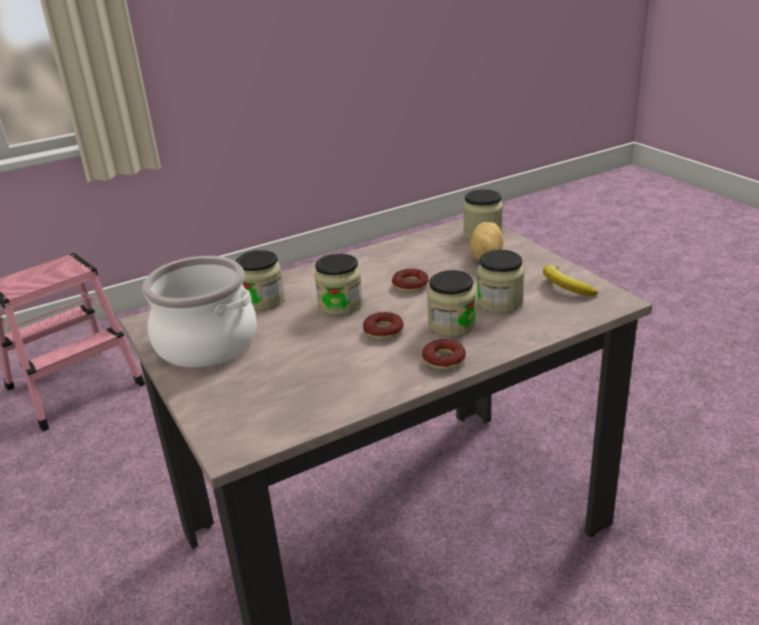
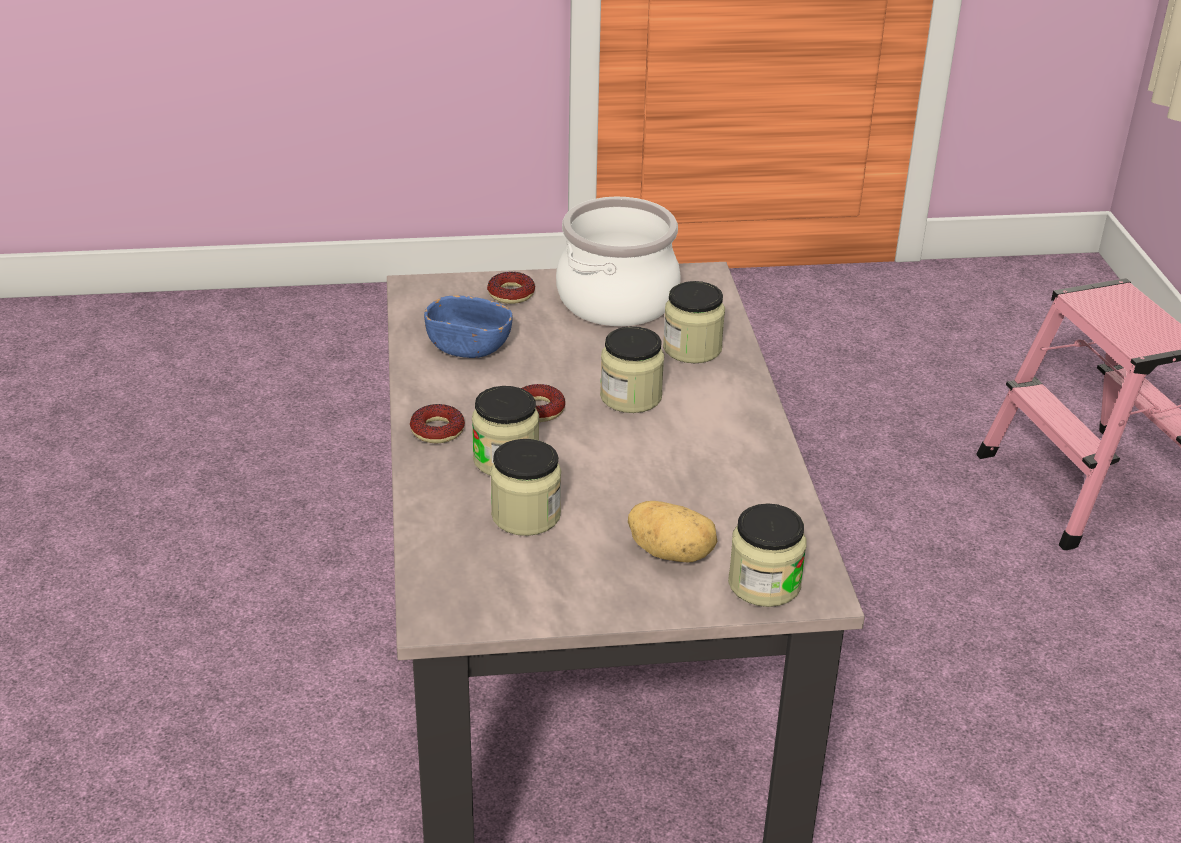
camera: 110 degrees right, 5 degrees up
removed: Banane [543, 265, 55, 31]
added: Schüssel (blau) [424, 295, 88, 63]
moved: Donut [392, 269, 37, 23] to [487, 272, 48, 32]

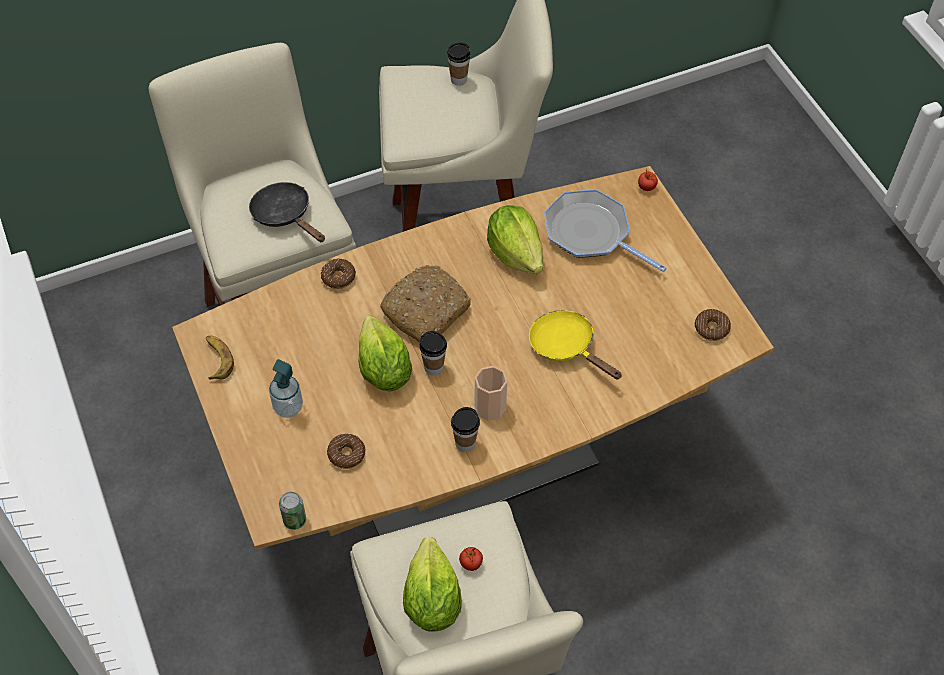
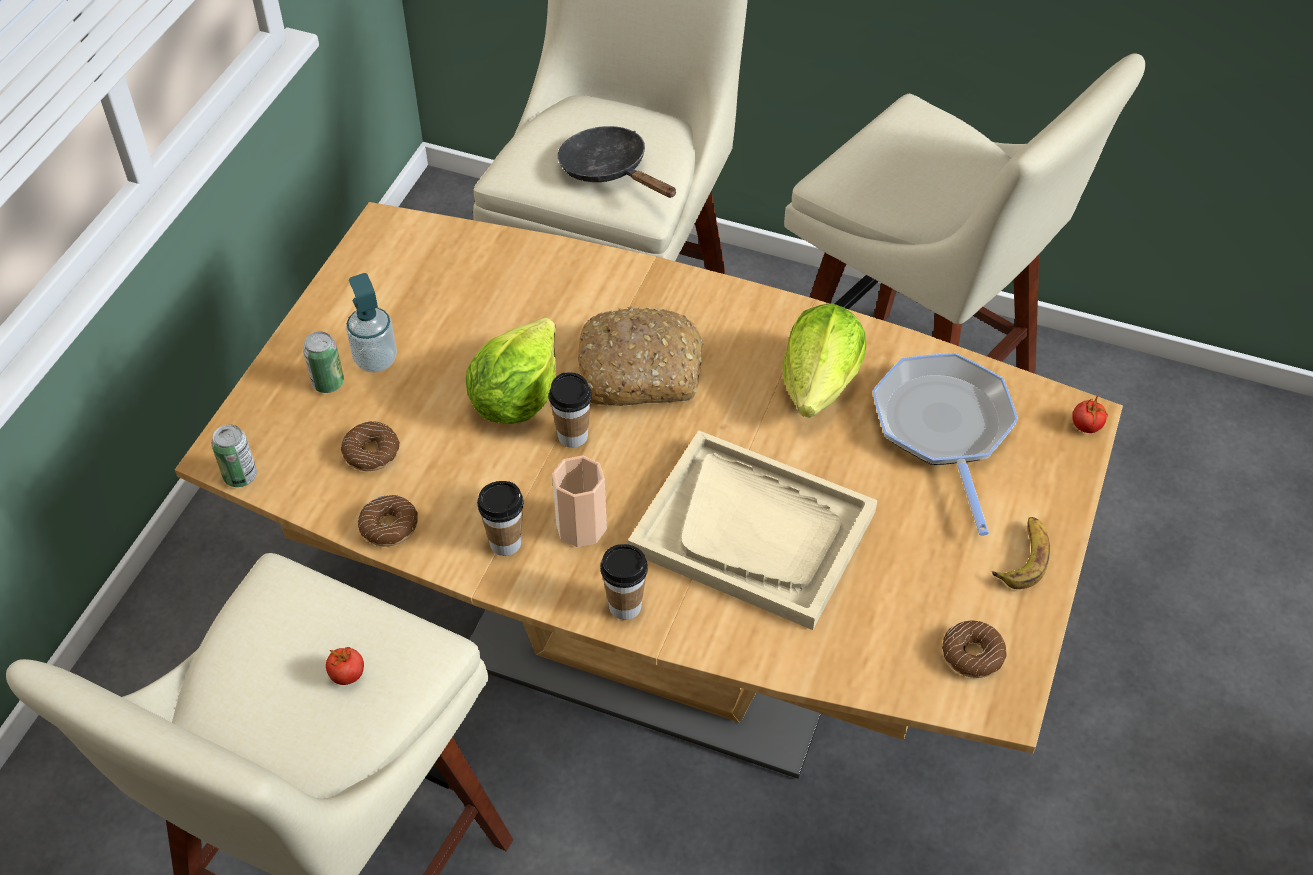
camera: 45 degrees right, 5 degrees down
removed: Salatkopf [403, 537, 59, 95]
added: Dose [303, 332, 41, 61]
moved: Banane [205, 336, 29, 44] to [992, 517, 58, 72]; Donut [321, 259, 35, 30] to [358, 495, 60, 52]; Tasse [447, 42, 24, 44] to [601, 544, 47, 76]
replaced: Pfanne (gelb) [529, 310, 93, 70] to Tablett (beige) [628, 430, 249, 200]
turned: Pfanne (schwarz) [249, 182, 76, 60] = [558, 126, 118, 72] 45 degrees counterclockwise

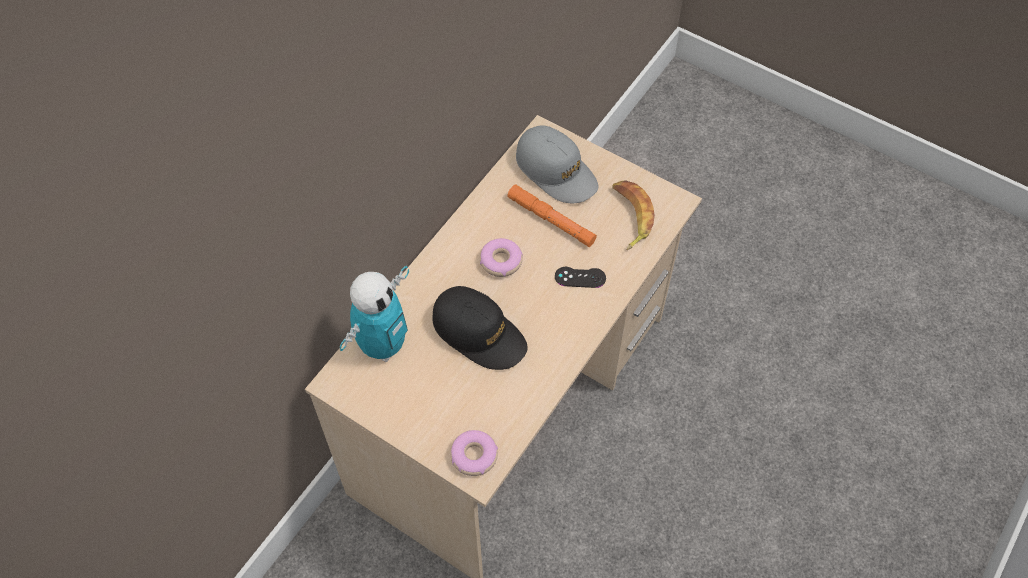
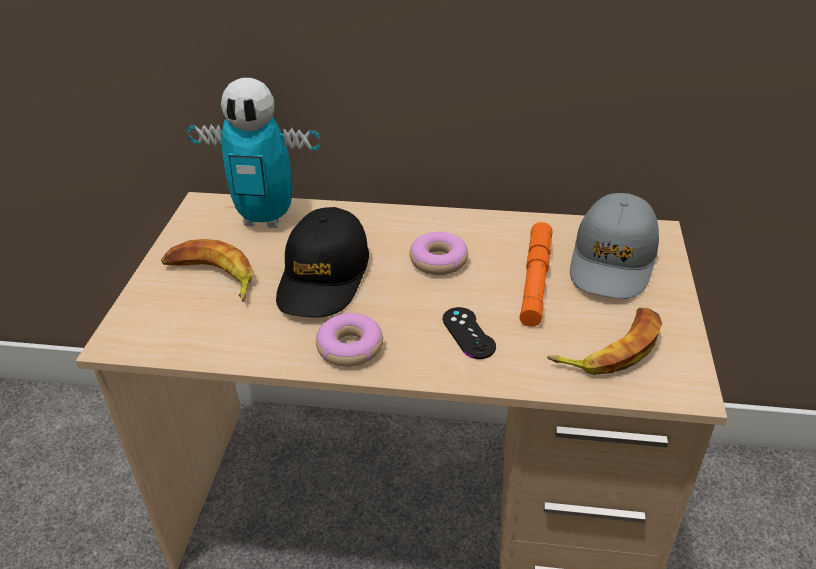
camera: 65 degrees right, 20 degrees down
added: Banane [161, 239, 92, 63]
moved: Donut [450, 430, 48, 46] to [316, 313, 67, 54]

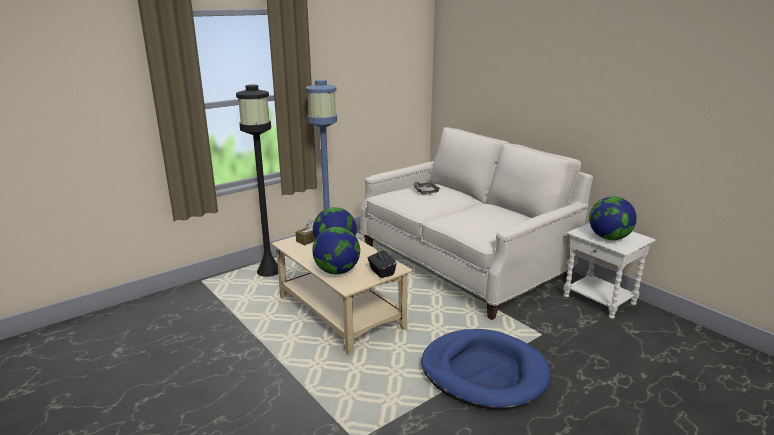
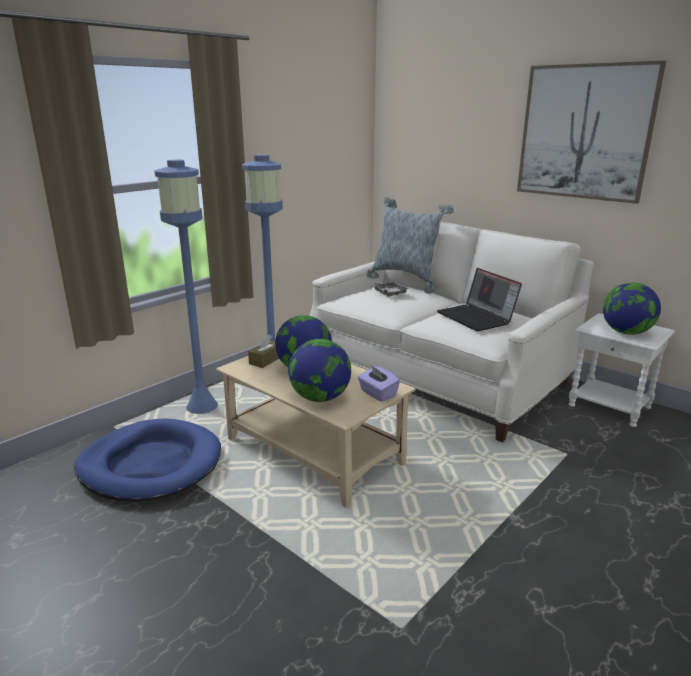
camera: 10 degrees left, 0 degrees up
added: Kissen [367, 197, 87, 97]; Laptop [437, 268, 85, 63]; Bild [517, 60, 149, 144]
moved: Hundebett (blau) [421, 329, 129, 80] to [74, 418, 147, 84]
recoloured: Stehlampe (schwarz) [236, 85, 42, 192] to Stehlampe (blau) [154, 160, 64, 254]; Taschentuchbox (schwarz) [368, 250, 29, 28] to Taschentuchbox (lila) [358, 364, 42, 38]

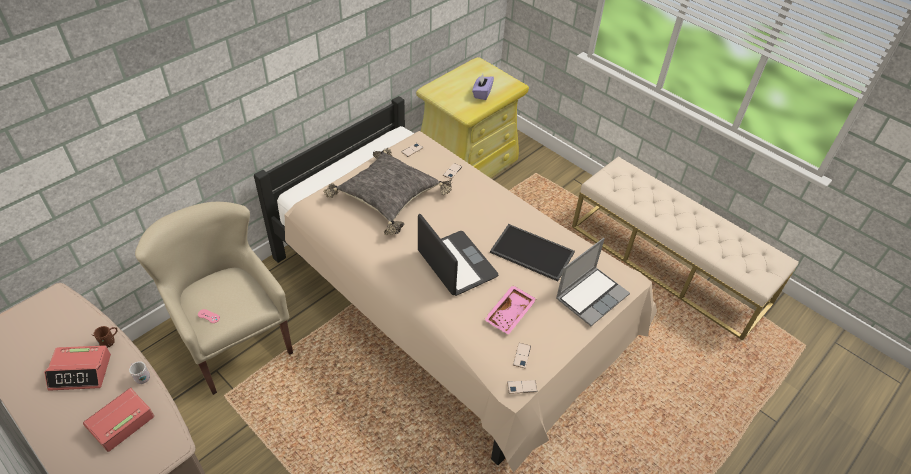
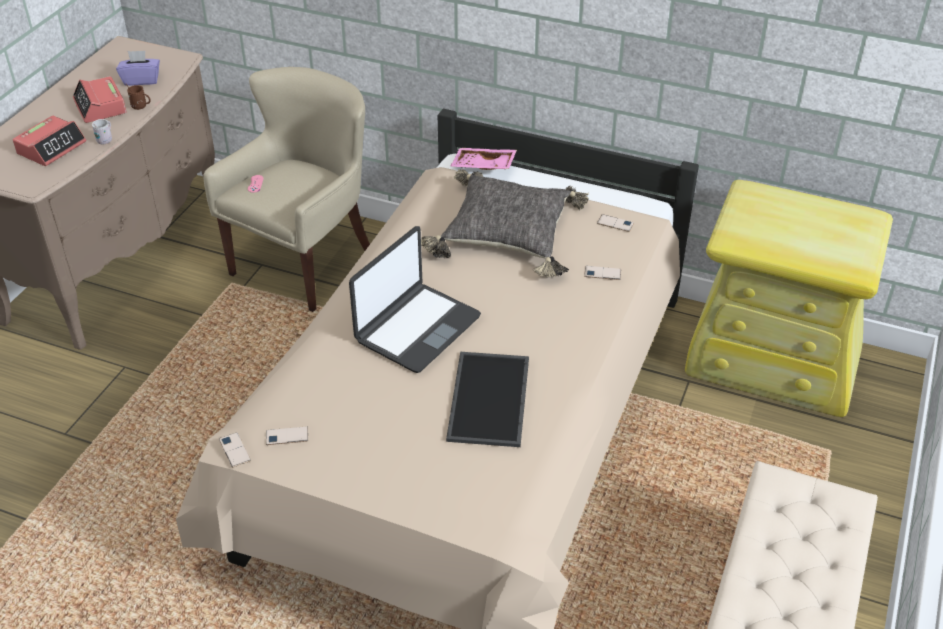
camera: 70 degrees right, 5 degrees down
removed: Laptop [556, 238, 74, 88]
moved: Taschentuchbox (lila) [472, 74, 22, 26] to [116, 51, 44, 35]; Tablett (rosa) [484, 285, 53, 50] to [450, 148, 67, 22]
turned: Wecker [83, 388, 71, 64] = [13, 116, 73, 50] 105 degrees clockwise

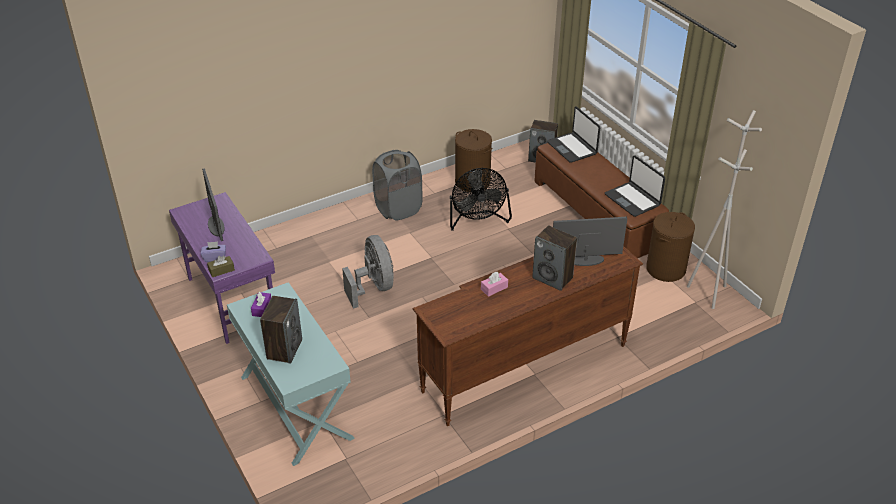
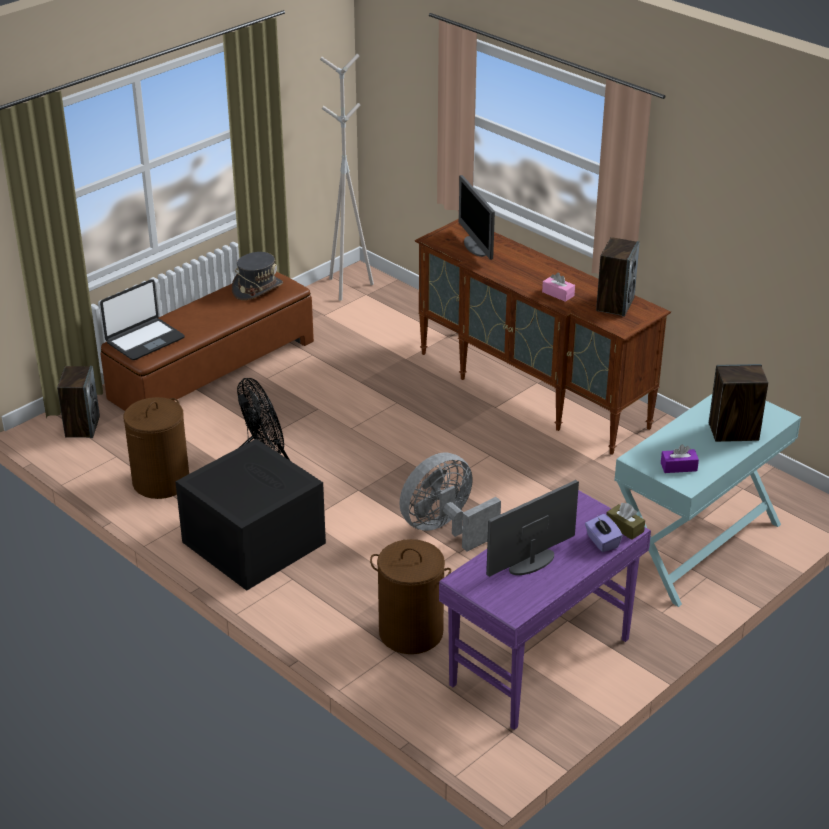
camera: 105 degrees left, 5 degrees down
moved: Lautsprecher [532, 225, 45, 66] to [596, 237, 44, 80]; Wäschekorb (braun) [646, 212, 49, 70] to [370, 539, 81, 115]
replaced: Wäschekorb (grau) [372, 150, 51, 70] to Aufbewahrungsbox (schwarz) [175, 439, 151, 152]; Laptop [605, 155, 60, 62] to Hut (grau) [232, 252, 51, 48]

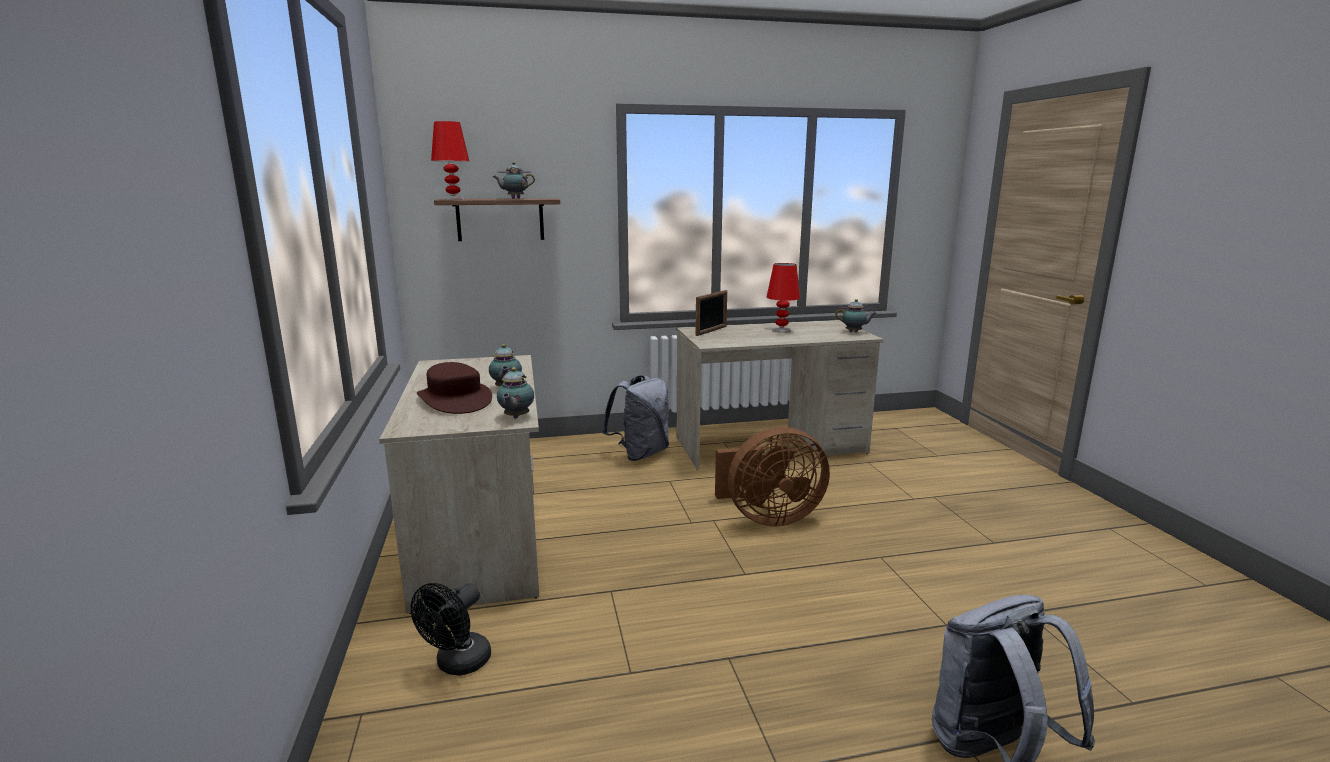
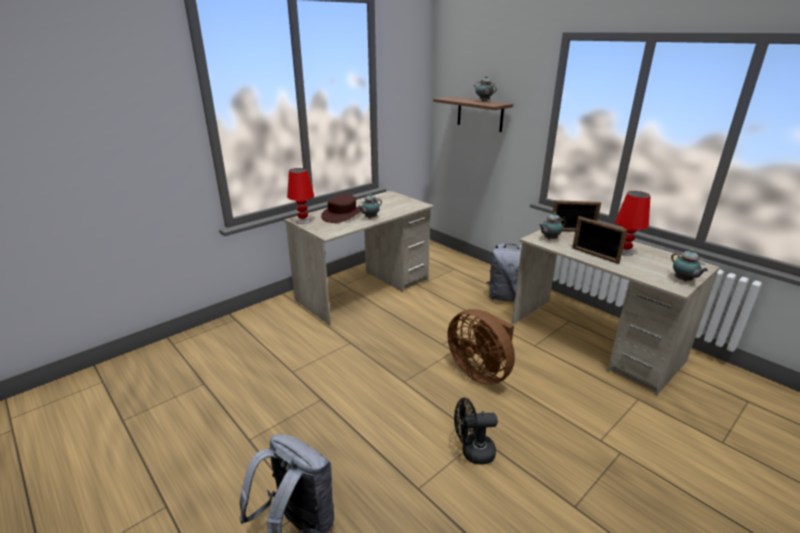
camera: 60 degrees right, 10 degrees up
added: Bilderrahmen [572, 216, 55, 48]
moved: Ventilator (schwarz) [411, 583, 80, 93] to [454, 398, 44, 67]; Tischlampe (rot) [431, 121, 38, 79] to [287, 168, 27, 56]; Teekanne [497, 367, 37, 52] to [539, 212, 27, 28]

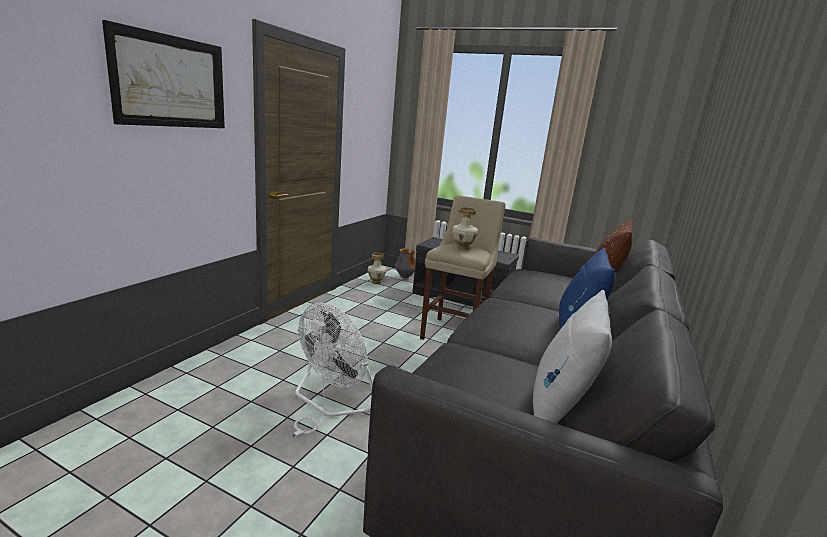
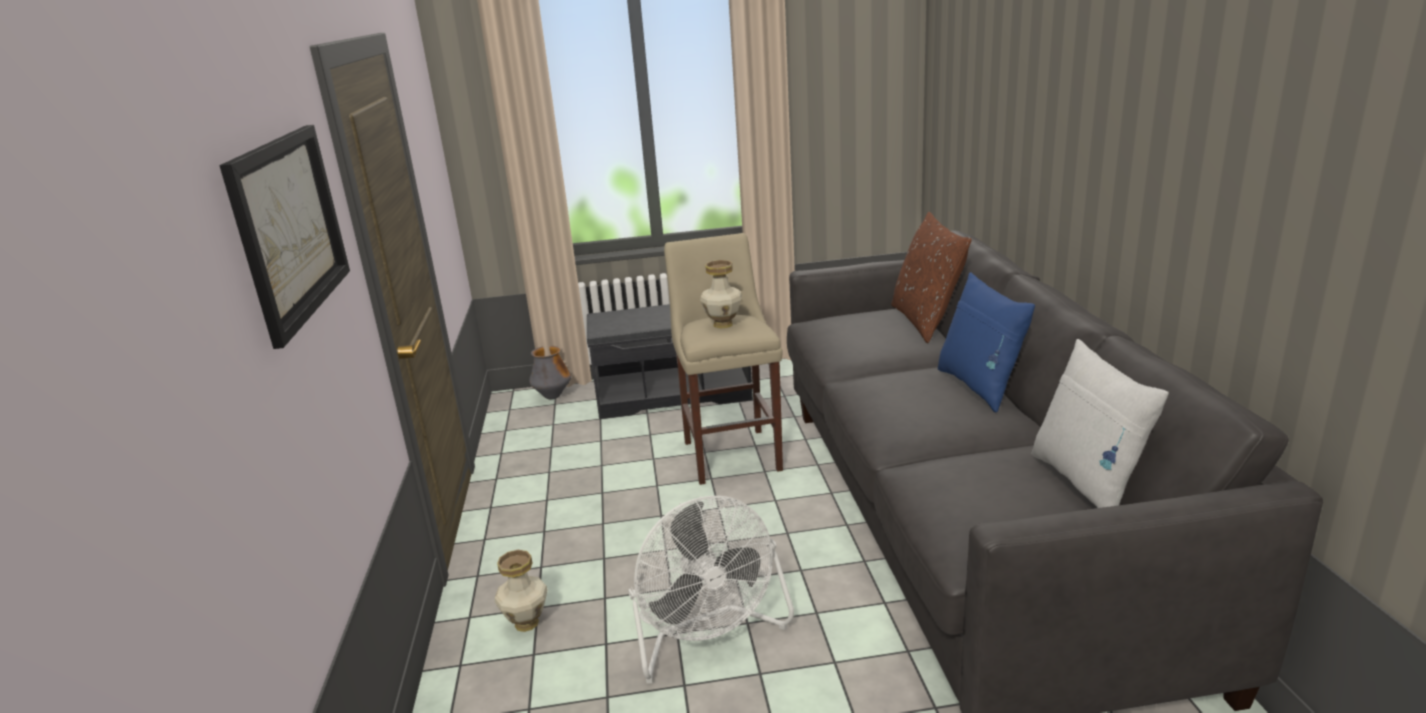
camera: 30 degrees left, 5 degrees up
moved: Vase [367, 253, 19, 31] to [495, 550, 53, 82]
turned: Ventilator (weiß) [292, 303, 81, 135] = [628, 496, 166, 187] 150 degrees clockwise

